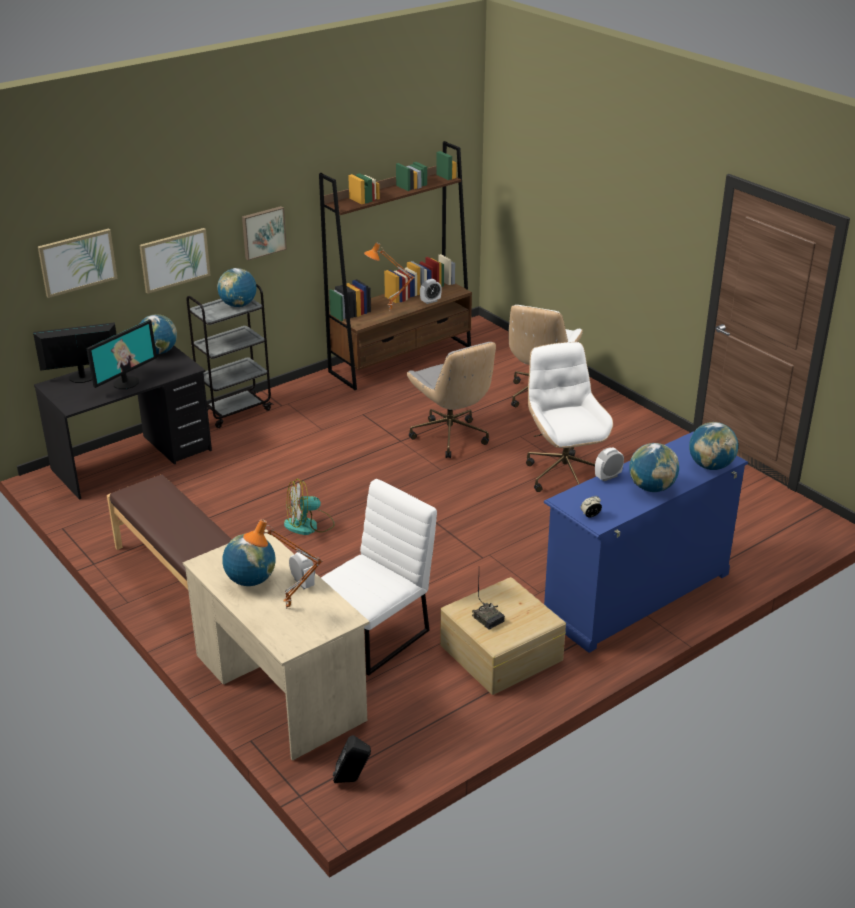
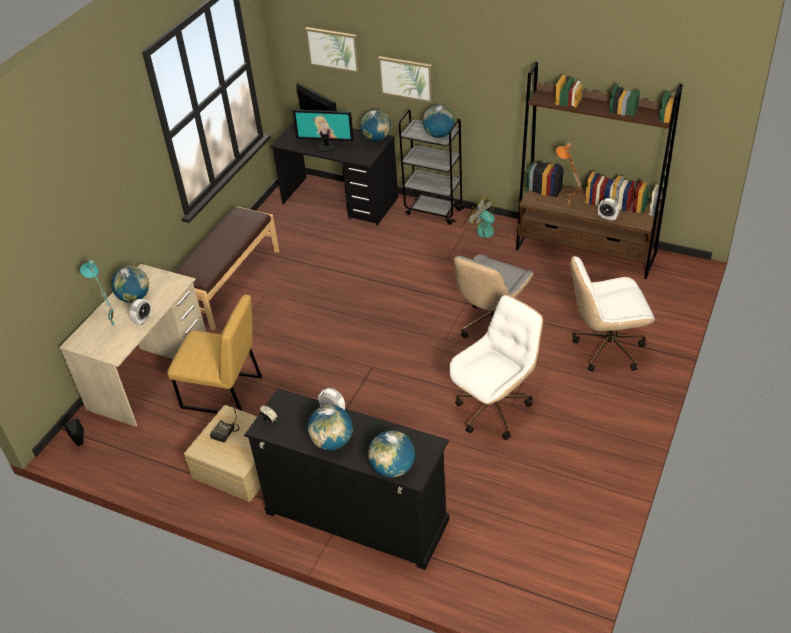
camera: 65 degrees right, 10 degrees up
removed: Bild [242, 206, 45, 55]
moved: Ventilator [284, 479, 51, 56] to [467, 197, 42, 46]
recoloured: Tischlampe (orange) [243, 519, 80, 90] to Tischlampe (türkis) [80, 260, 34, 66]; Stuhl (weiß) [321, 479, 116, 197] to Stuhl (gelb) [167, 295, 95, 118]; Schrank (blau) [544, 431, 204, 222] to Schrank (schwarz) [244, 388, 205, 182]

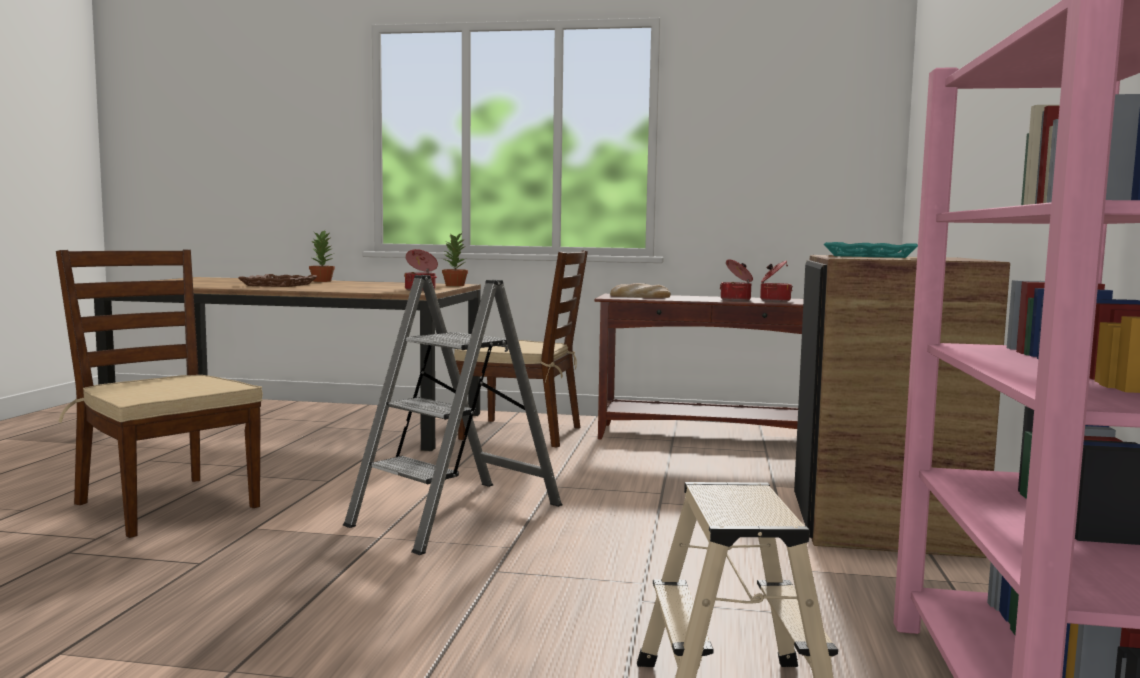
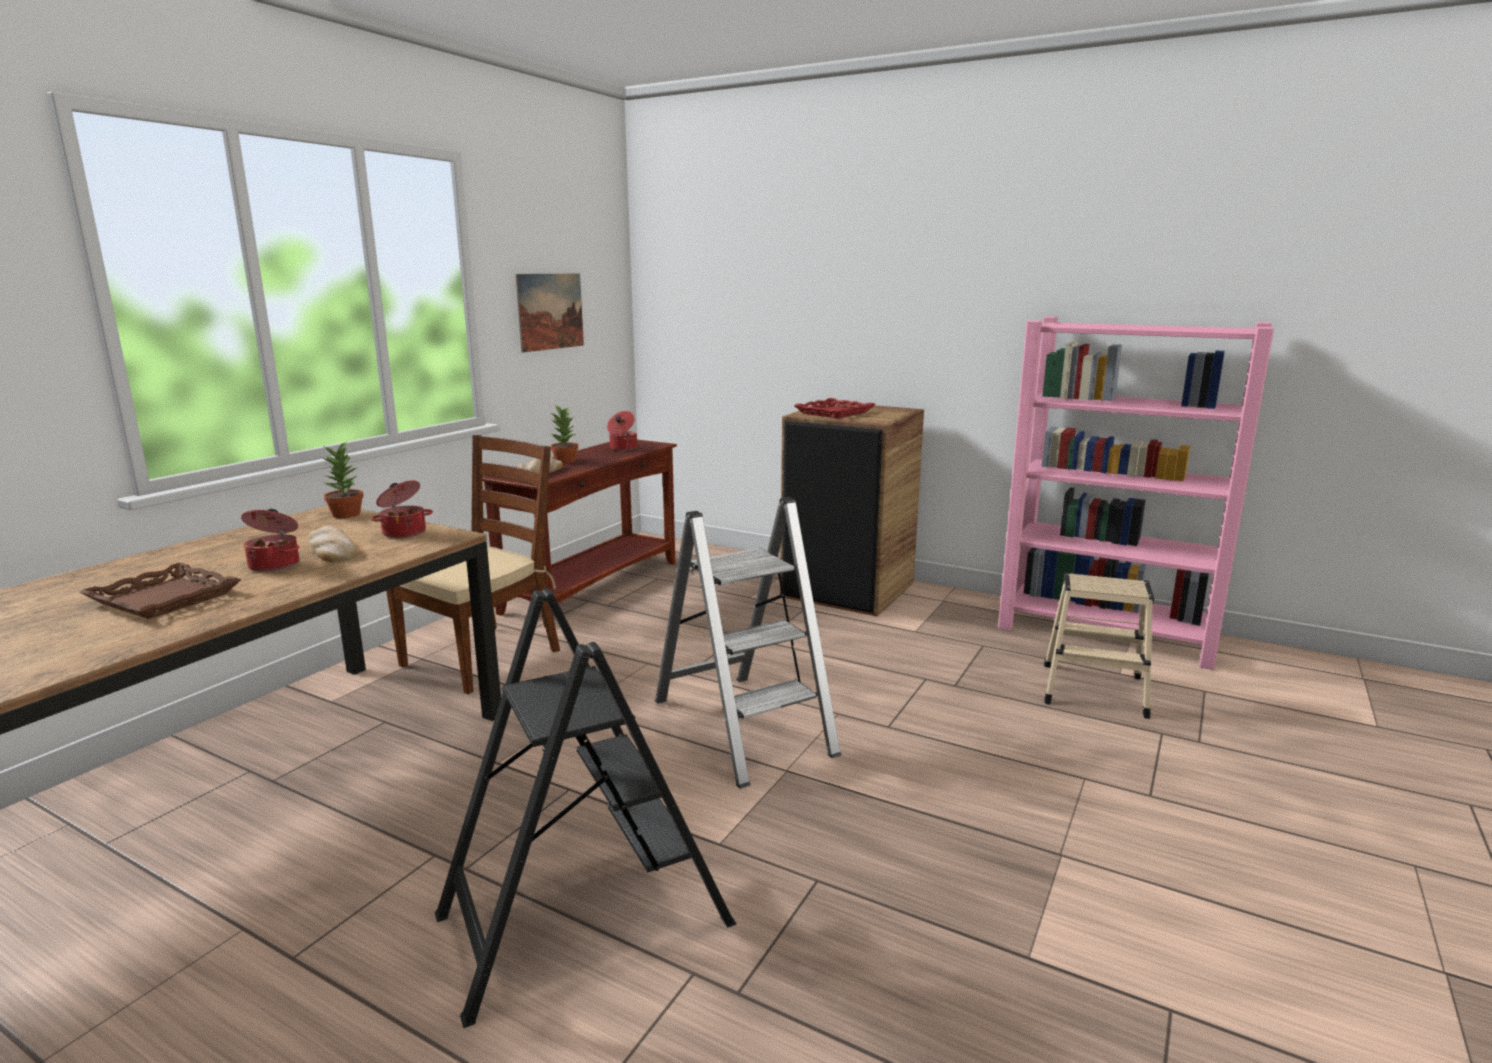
camera: 70 degrees left, 10 degrees up
added: Brot [308, 525, 49, 37]; Bild [515, 274, 69, 78]
moved: Topfpflanze [309, 230, 26, 52] to [551, 406, 27, 57]; Kochtopf [720, 259, 33, 42] to [241, 509, 59, 63]
replaced: Stuhl (braun) [56, 249, 207, 289] to Trittleiter (schwarz) [435, 588, 302, 440]
recoloured: Tablett (türkis) [824, 242, 94, 16] to Tablett (rot) [794, 398, 82, 20]

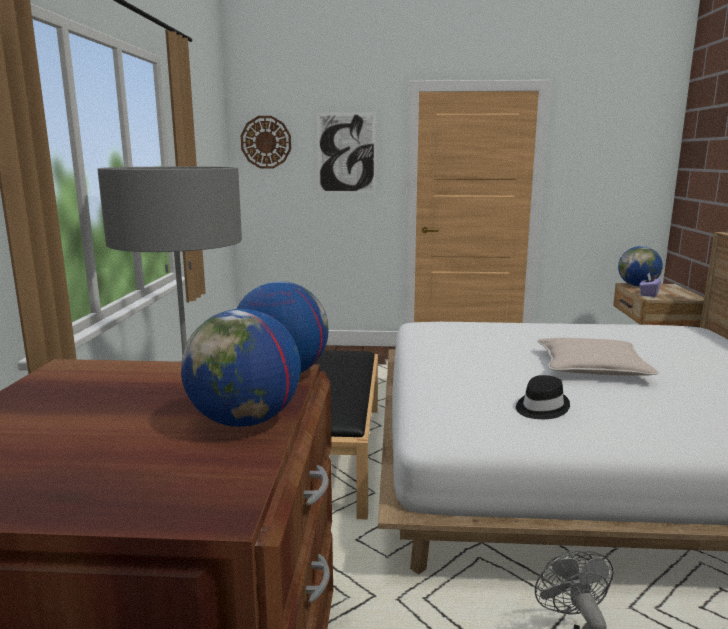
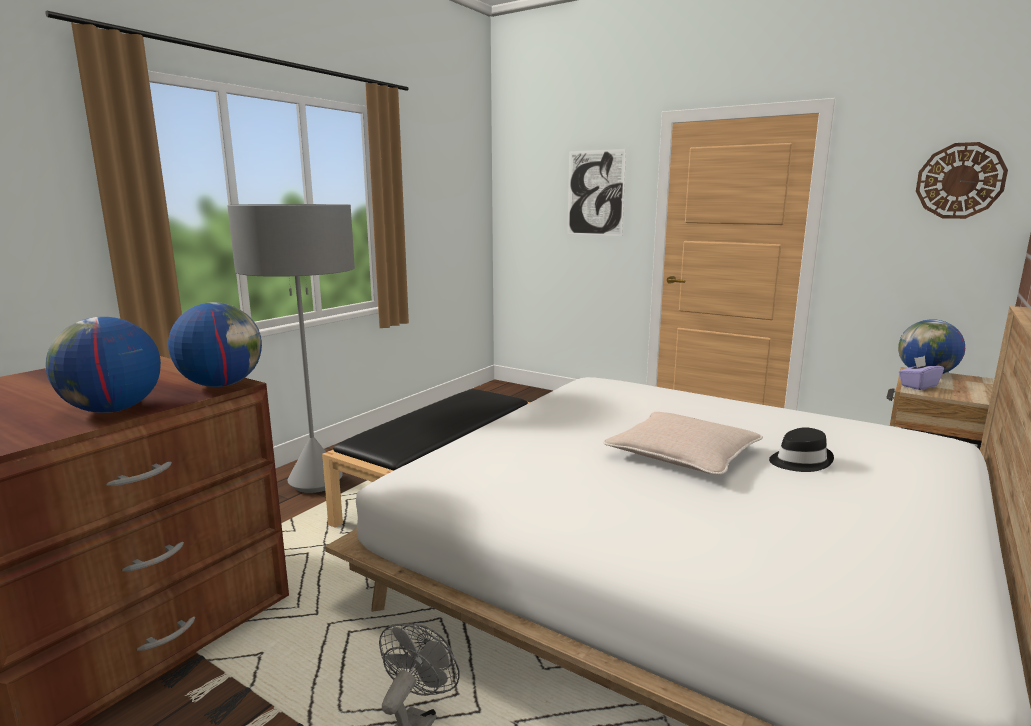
camera: 30 degrees right, 0 degrees up
moved: Wanduhr [241, 116, 50, 53] to [916, 142, 92, 77]; Hut (schwarz) [516, 375, 54, 44] to [769, 427, 65, 45]

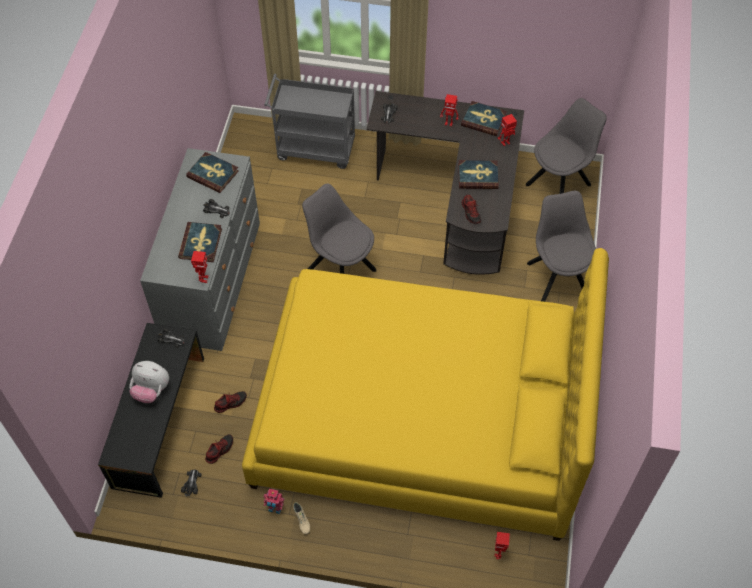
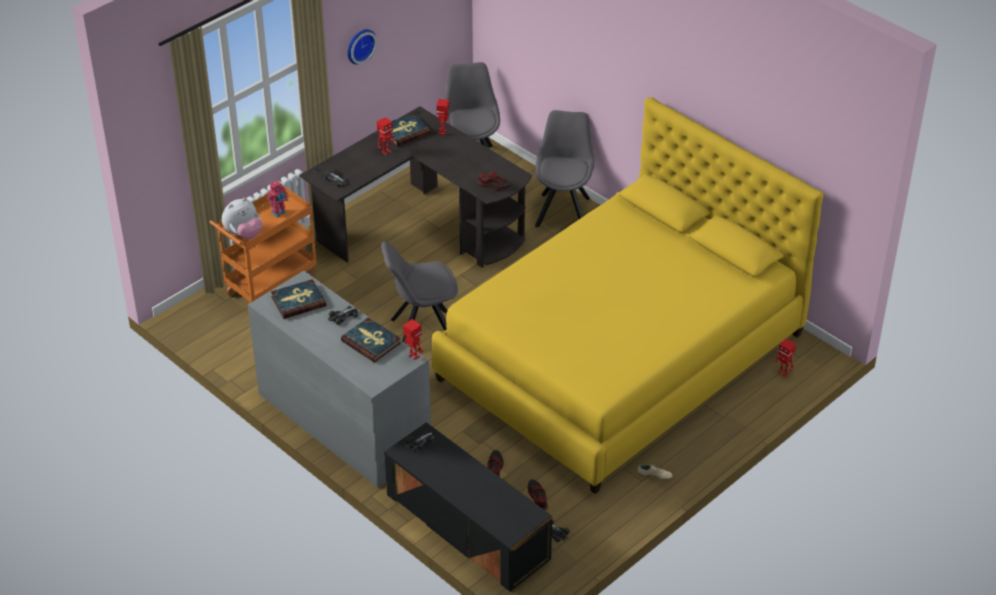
camera: 55 degrees left, 15 degrees down
removed: Buch [458, 160, 41, 29]
added: Wanduhr [347, 29, 30, 35]
moved: Plüschtier [129, 361, 40, 42] to [222, 198, 40, 41]; Spielzeugroboter [264, 489, 20, 25] to [267, 181, 21, 36]
recoloured: Rollwagen (grau) [264, 74, 91, 95] to Rollwagen (orange) [209, 185, 108, 119]
turned: Stuhl (grau) [527, 191, 69, 111] = [535, 110, 59, 117] 75 degrees clockwise

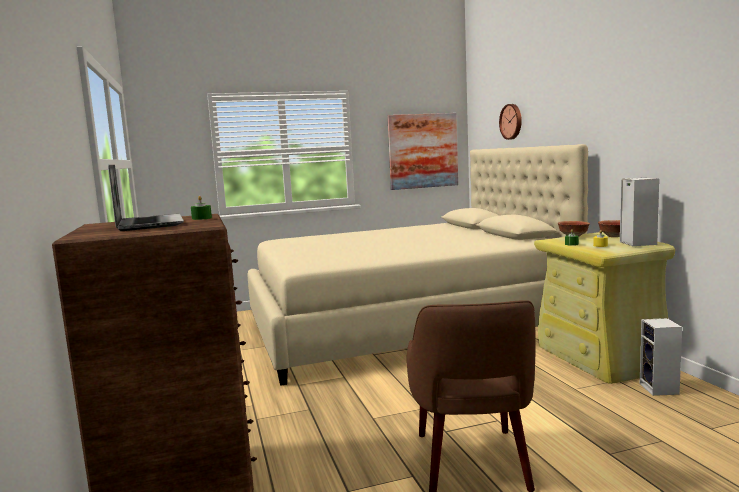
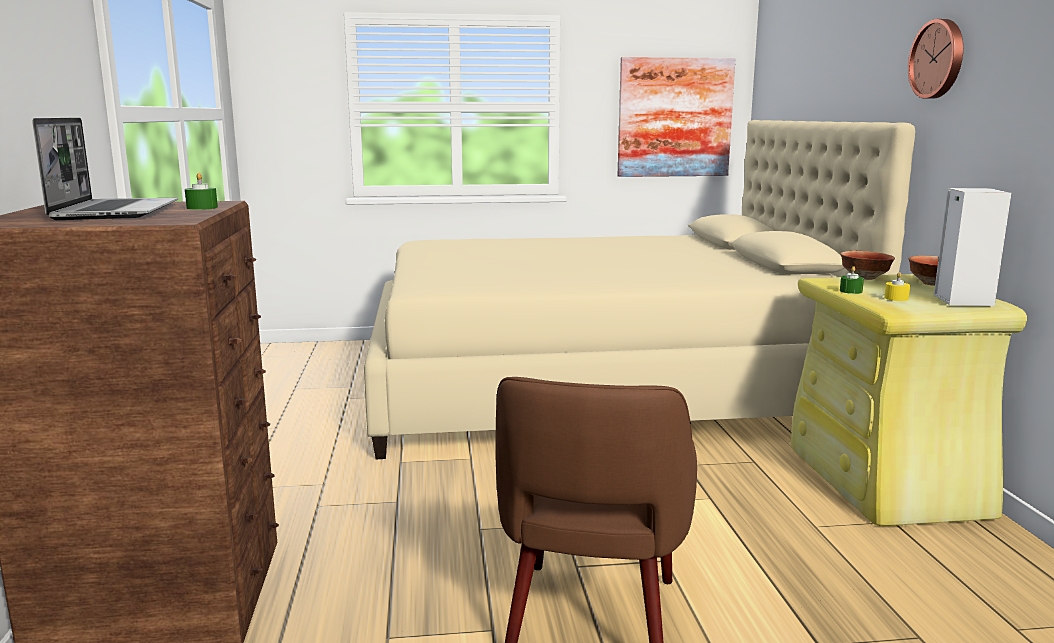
camera: 10 degrees right, 5 degrees up
removed: Lautsprecher [640, 318, 42, 78]
moved: Wanduhr [499, 104, 23, 36] to [908, 19, 55, 80]

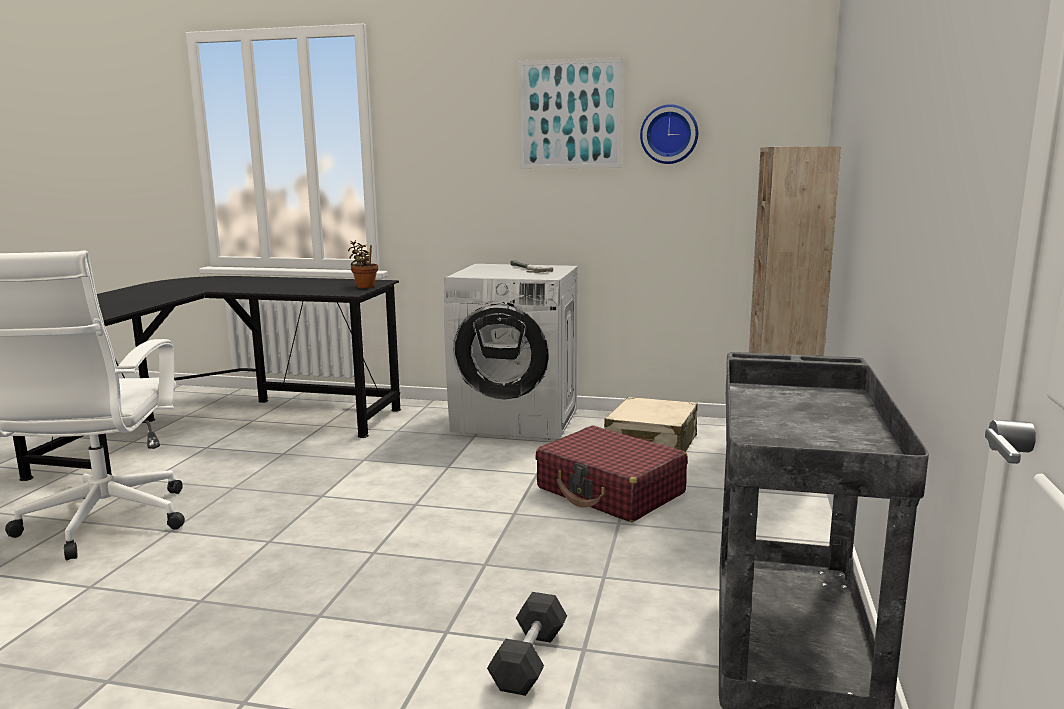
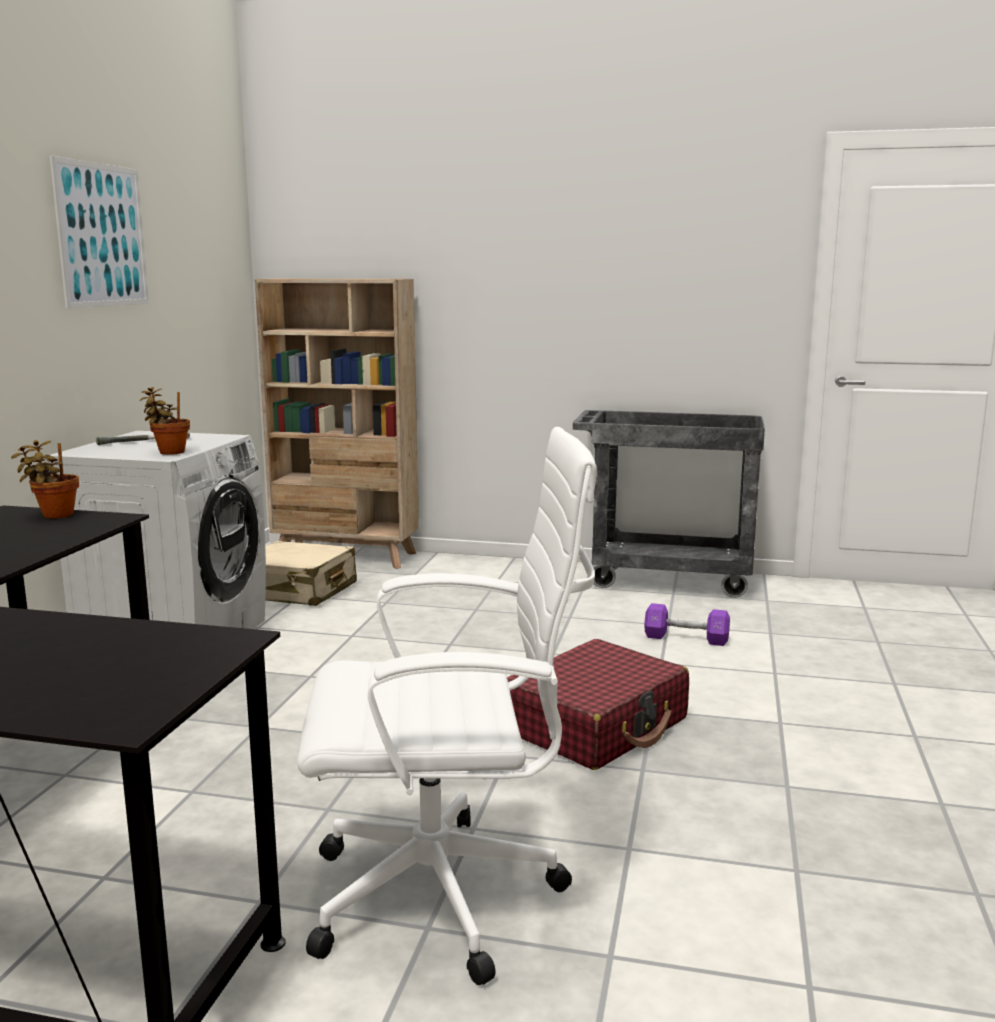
camera: 90 degrees left, 0 degrees up
removed: Wanduhr [640, 104, 58, 60]
added: Topfpflanze [140, 387, 50, 68]
moved: Koffer (rot) [535, 425, 153, 97] to [507, 639, 182, 131]
recoloured: Hantel (schwarz) [487, 592, 80, 104] to Hantel (lila) [644, 603, 86, 43]

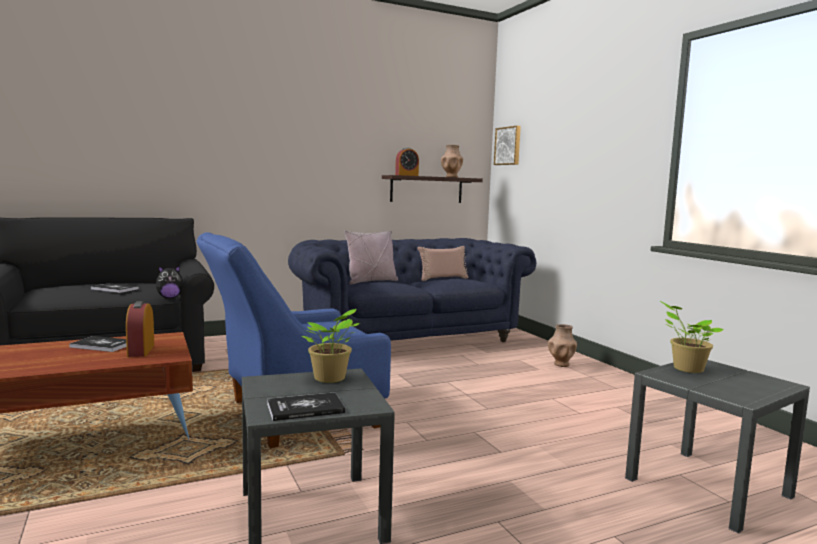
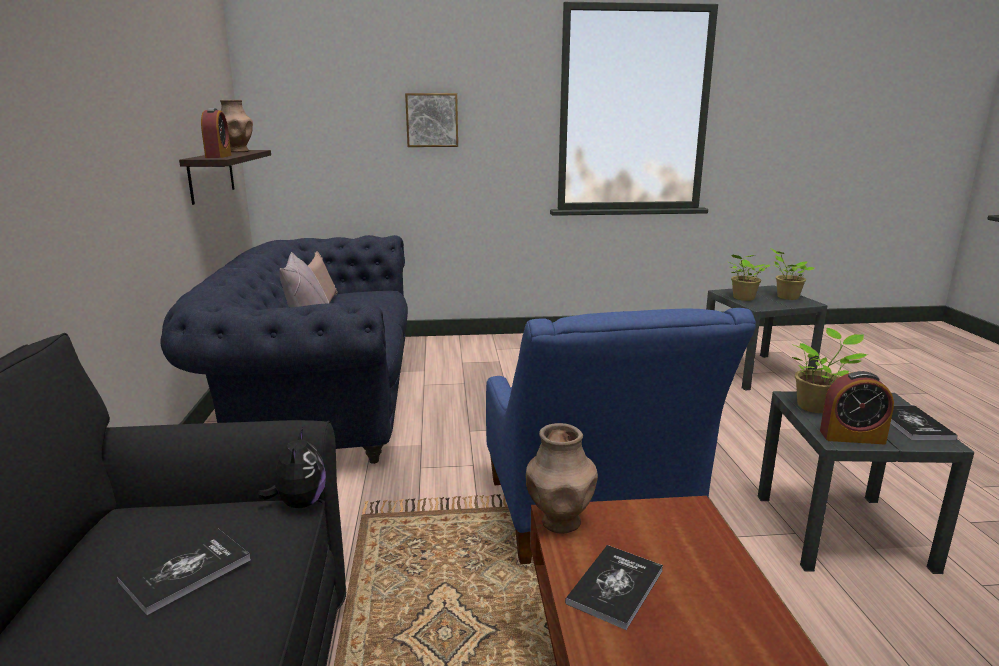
camera: 70 degrees left, 10 degrees up
added: Topfpflanze [770, 248, 44, 52]
moved: Wecker [126, 301, 28, 56] to [820, 371, 74, 73]; Bild [494, 126, 27, 39] to [405, 93, 53, 54]; Vase (braun) [548, 324, 29, 43] to [526, 423, 72, 111]

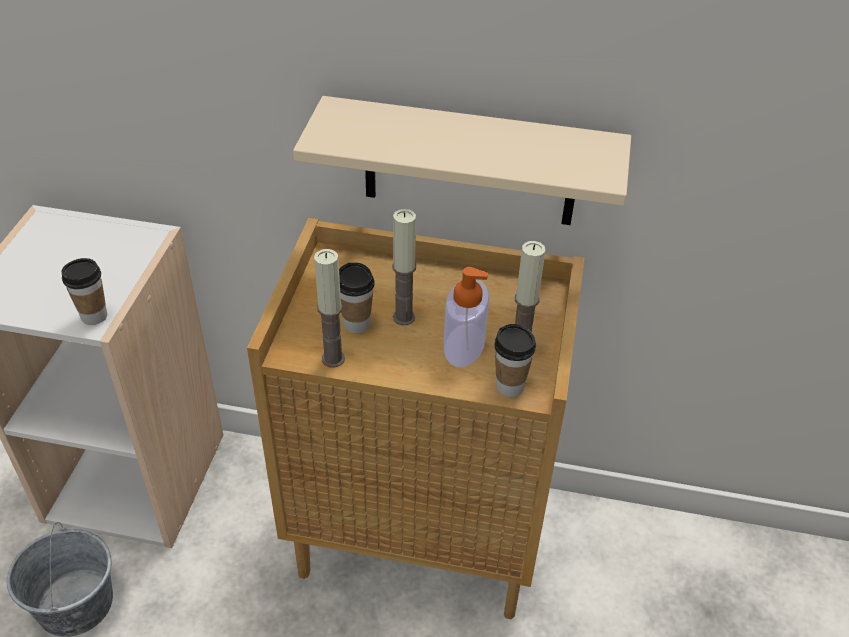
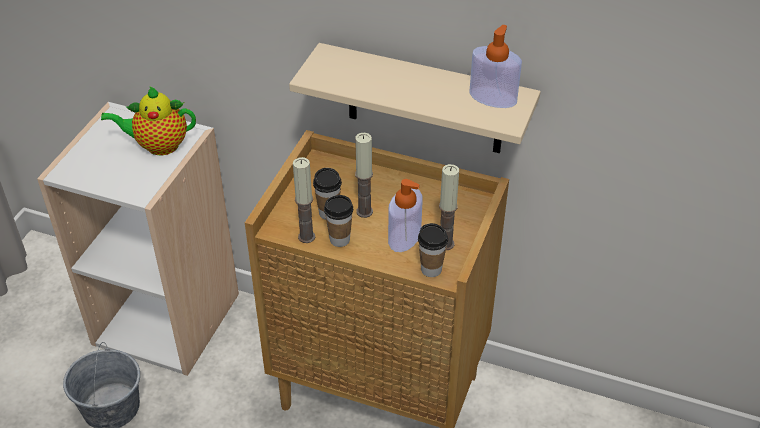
camera: 10 degrees right, 0 degrees up
added: Teekanne [101, 86, 95, 69]; Seifenspender [469, 25, 53, 83]
moved: Tasse [61, 258, 46, 67] to [324, 195, 29, 52]

